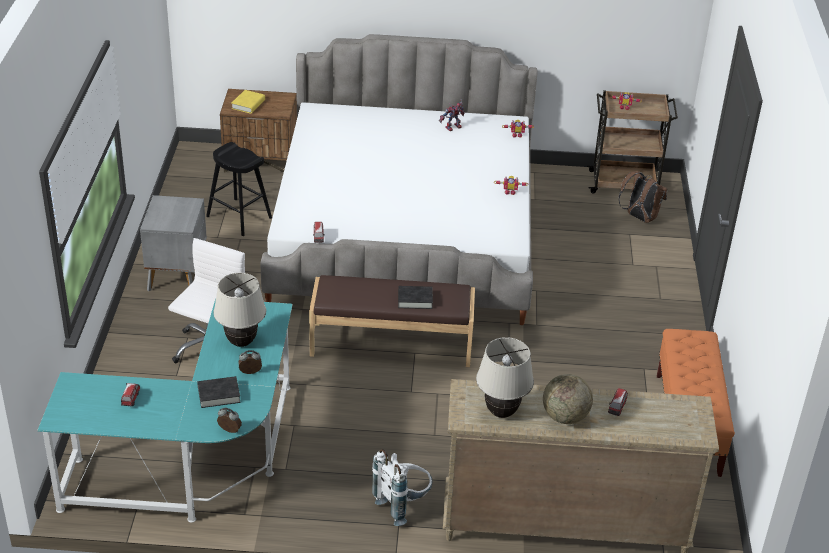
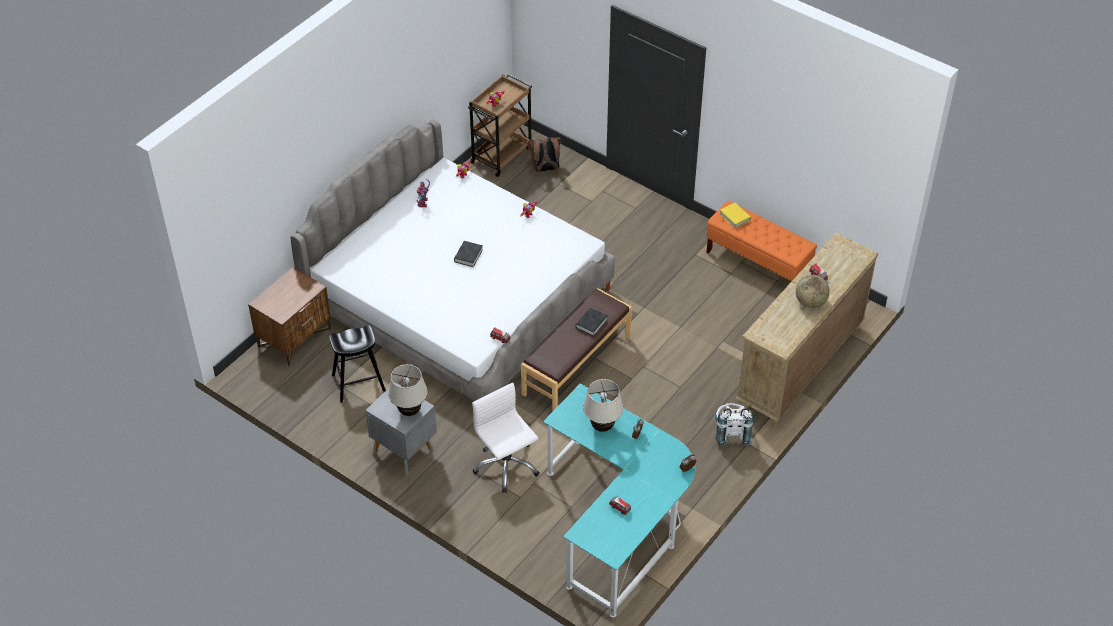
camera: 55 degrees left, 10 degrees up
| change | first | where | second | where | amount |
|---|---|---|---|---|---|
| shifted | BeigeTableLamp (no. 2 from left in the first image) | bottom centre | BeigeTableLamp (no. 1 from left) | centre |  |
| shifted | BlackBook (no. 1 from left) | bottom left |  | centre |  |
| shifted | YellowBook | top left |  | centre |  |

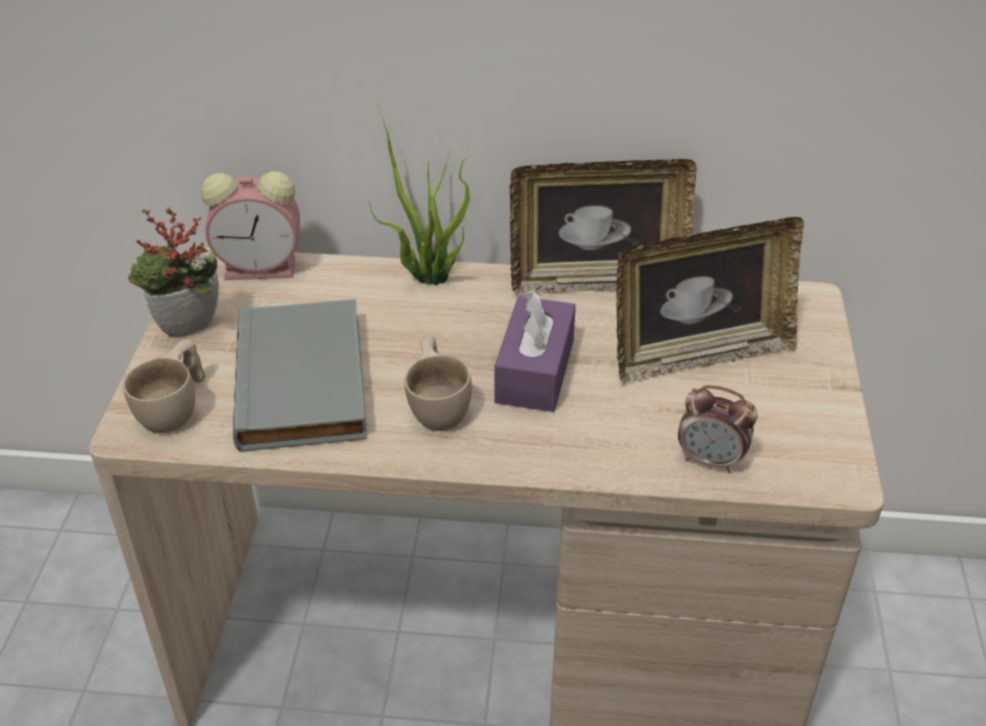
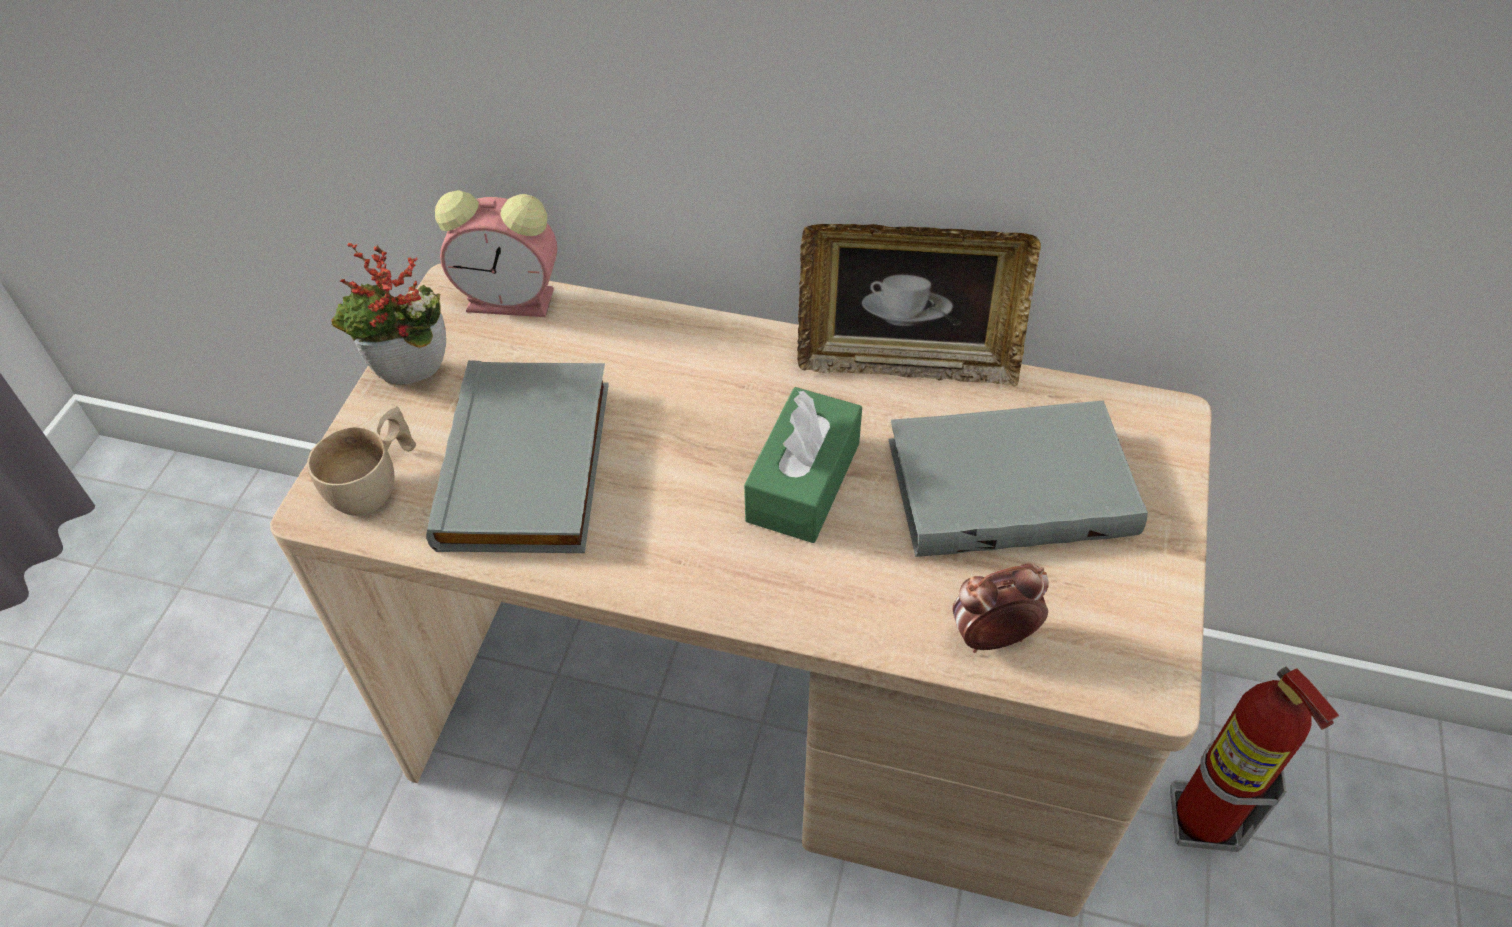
camera: 10 degrees right, 10 degrees up
| change | first | where | second | where | amount |
|---|---|---|---|---|---|
| repainted | PurpleTissueBox | centre | GreenTissueBox | centre |  |
| swapped | PictureFrame (no. 2 from left) | middle right | GreyBook (no. 2 from left) | middle right |  |
| rotated | AlarmClock (no. 2 from left) | middle right |  | centre | 135 degrees clockwise |
| new |  |  | FireExtinguisher | bottom right |  |
| gone | PottedPlant (no. 2 from left) | top centre |  |  |  |
| gone | BeigeCup (no. 2 from left) | centre |  |  |  |

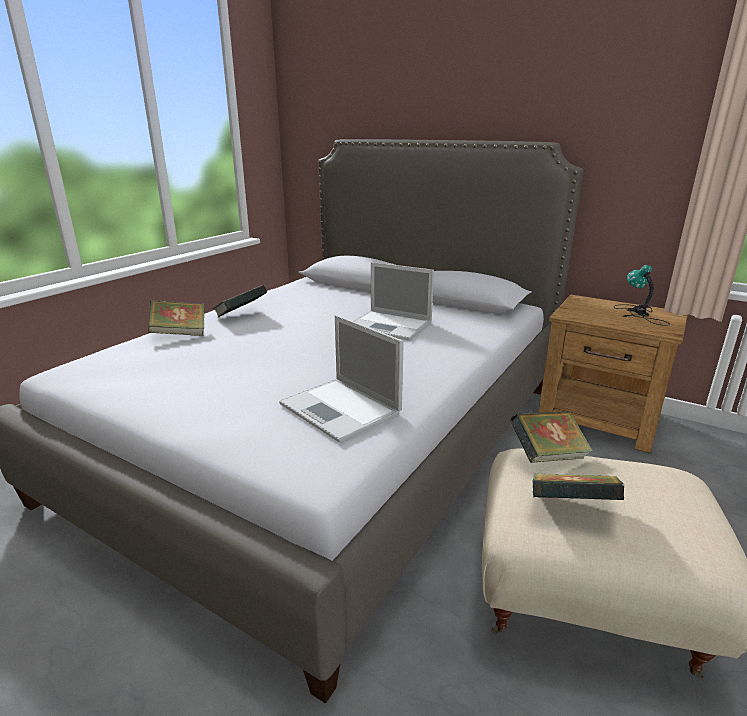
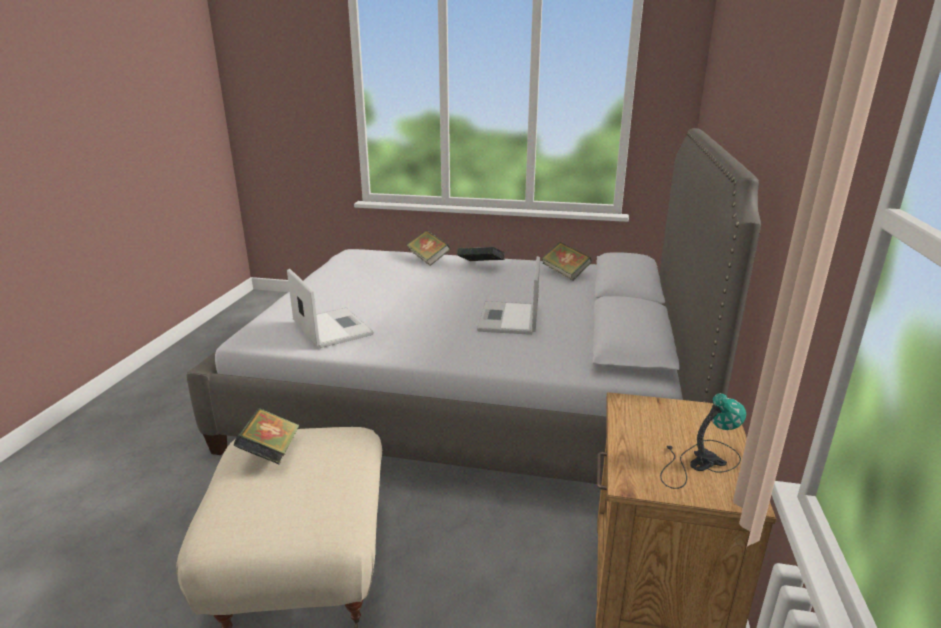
camera: 70 degrees right, 0 degrees up
| change | first | where | second | where | amount |
|---|---|---|---|---|---|
| rotated | Laptop (no. 1 from left) | centre |  | centre | 120 degrees clockwise |
| shifted | Book (no. 3 from left in the first image) | middle right | Book (no. 4 from left) | centre |  |

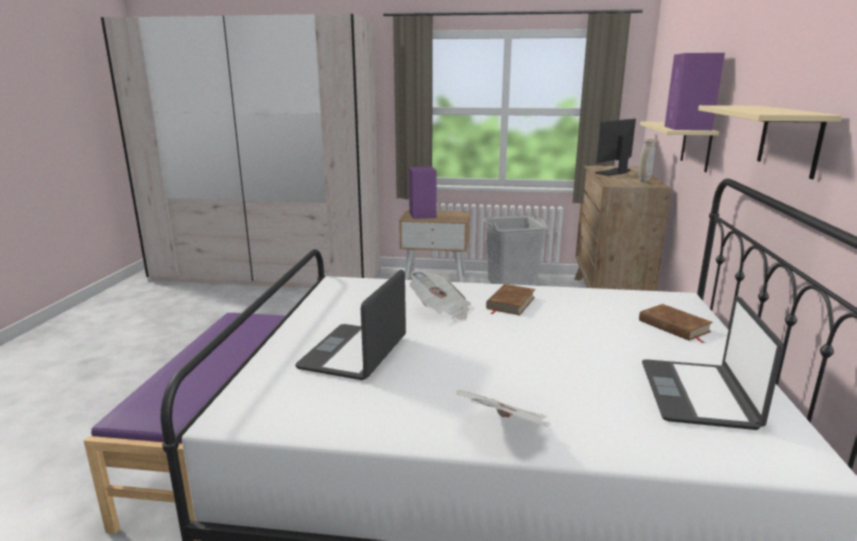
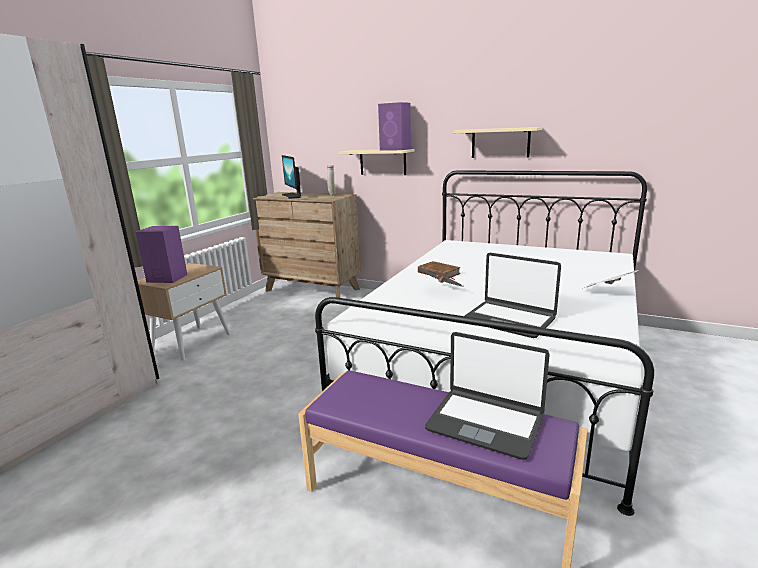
camera: 70 degrees left, 0 degrees up
| change | first | where | second | where | amount |
|---|---|---|---|---|---|
| shifted | Laptop (no. 2 from left in the first image) | bottom right | Laptop (no. 1 from left) | bottom centre |  |
| gone | GreyLaundryBasket | centre |  |  |  |
| gone | BrownBook (no. 2 from left) | middle right |  |  |  |

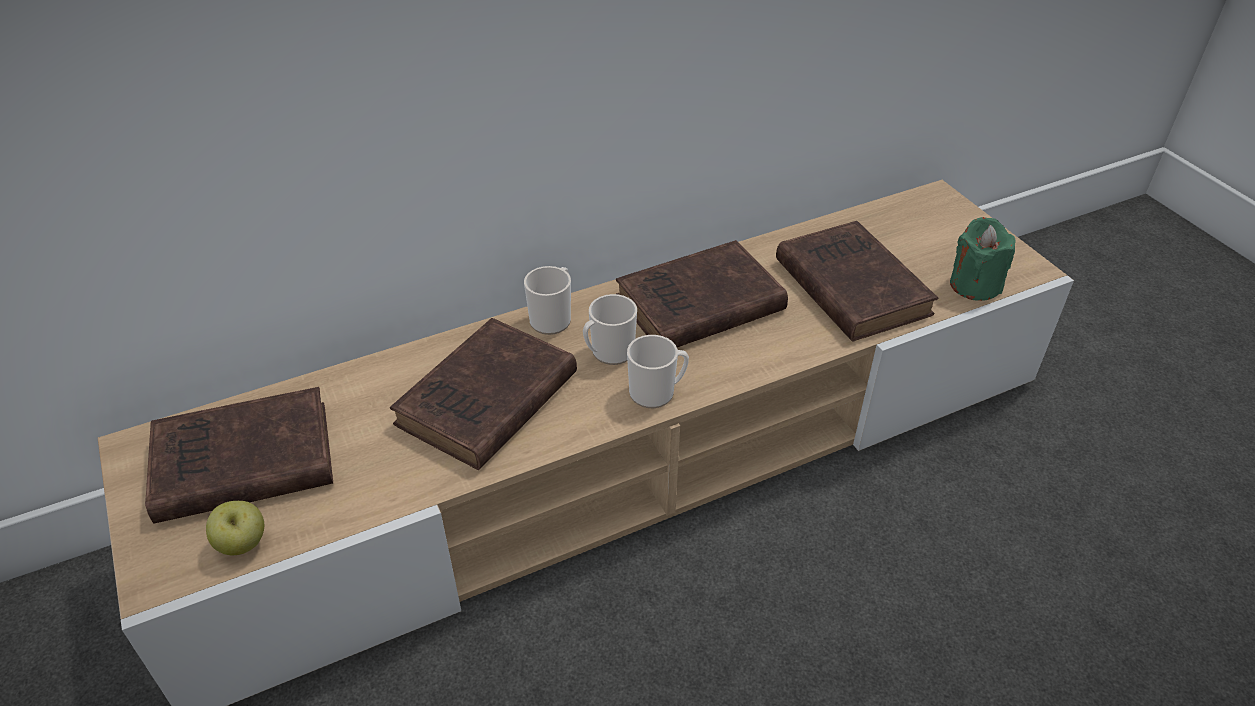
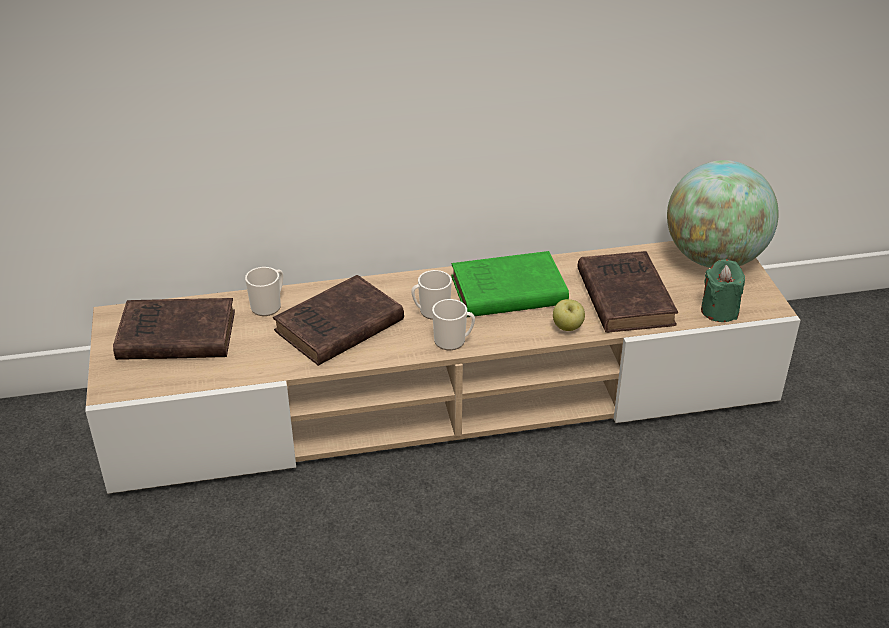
camera: 15 degrees right, 5 degrees down
| change | first | where | second | where | amount |
|---|---|---|---|---|---|
| shifted | Mug (no. 1 from left) | centre |  | middle left |  |
| repainted | BrownBook (no. 3 from left) | centre | GreenBook | centre |  |
| shifted | Apple | bottom left |  | centre |  |
| new |  |  | Globe | middle right |  |

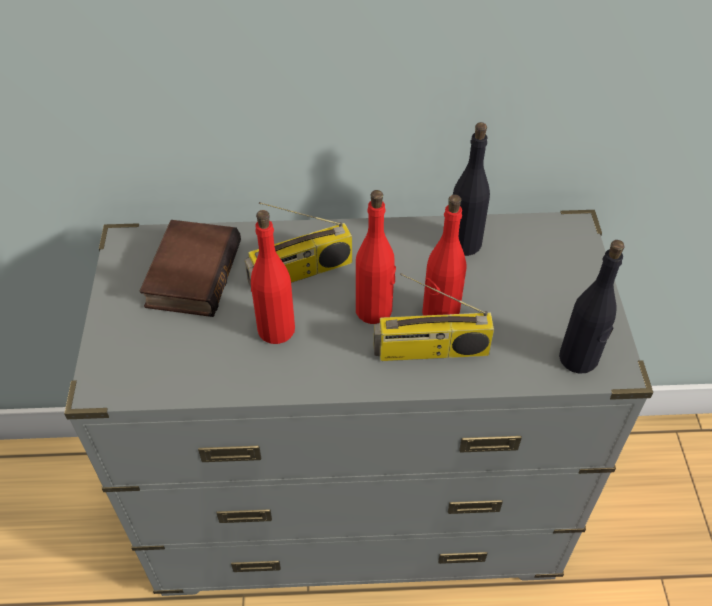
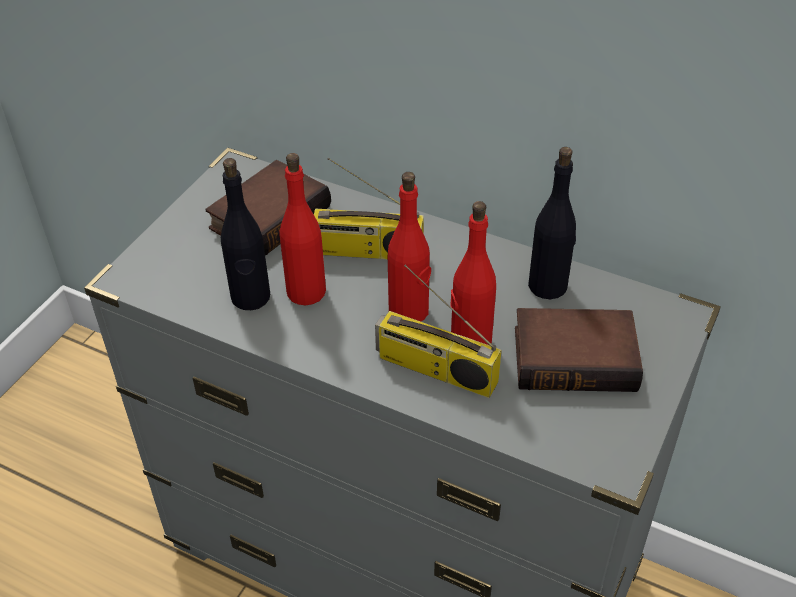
camera: 30 degrees right, 5 degrees down
| change | first | where | second | where | amount |
|---|---|---|---|---|---|
| shifted | BlackBottle (no. 2 from left in the first image) | middle right | BlackBottle (no. 1 from left) | middle left |  |
| new |  |  | Book (no. 2 from left) | middle right |  |

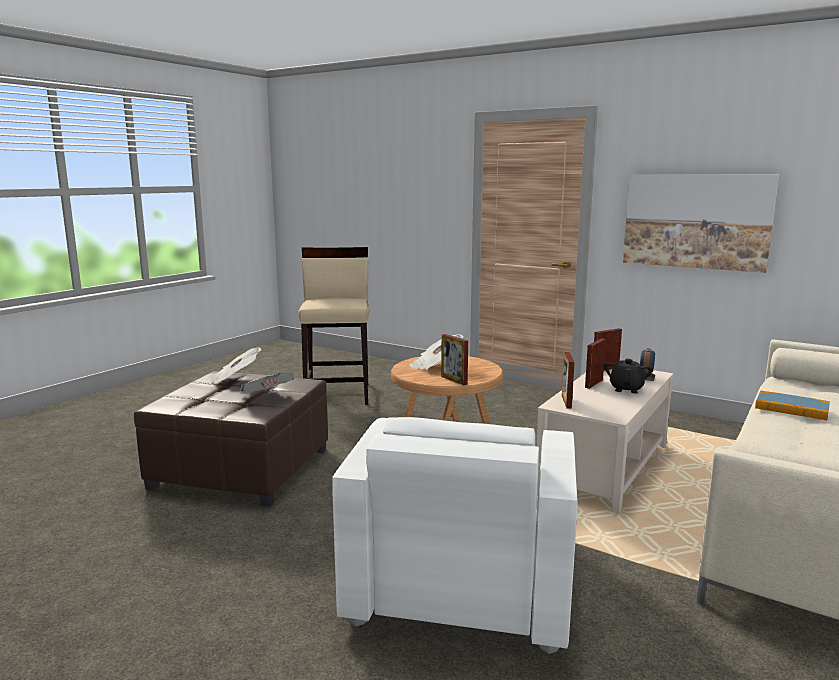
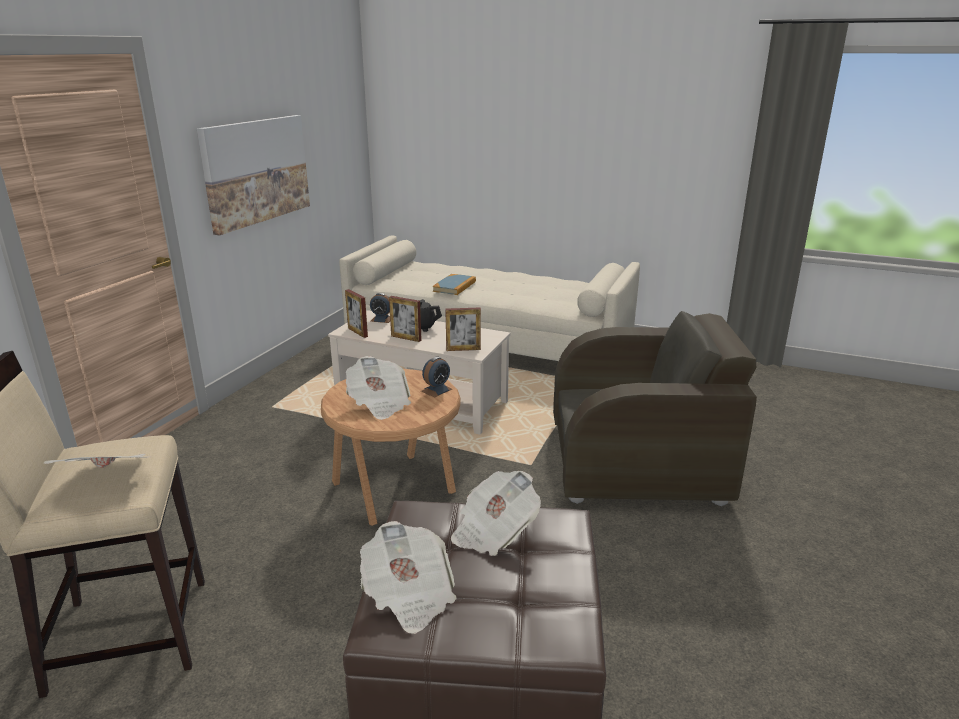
camera: 100 degrees left, 10 degrees up
| change | first | where | second | where | amount |
|---|---|---|---|---|---|
| new |  |  | Newspaper (no. 1 from left) | middle left |  |
| swapped | PictureFrame (no. 1 from left) | centre | AlarmClock (no. 2 from left) | centre |  |
| repainted | WhiteArmchair | bottom centre | BrownArmchair | middle right |  |

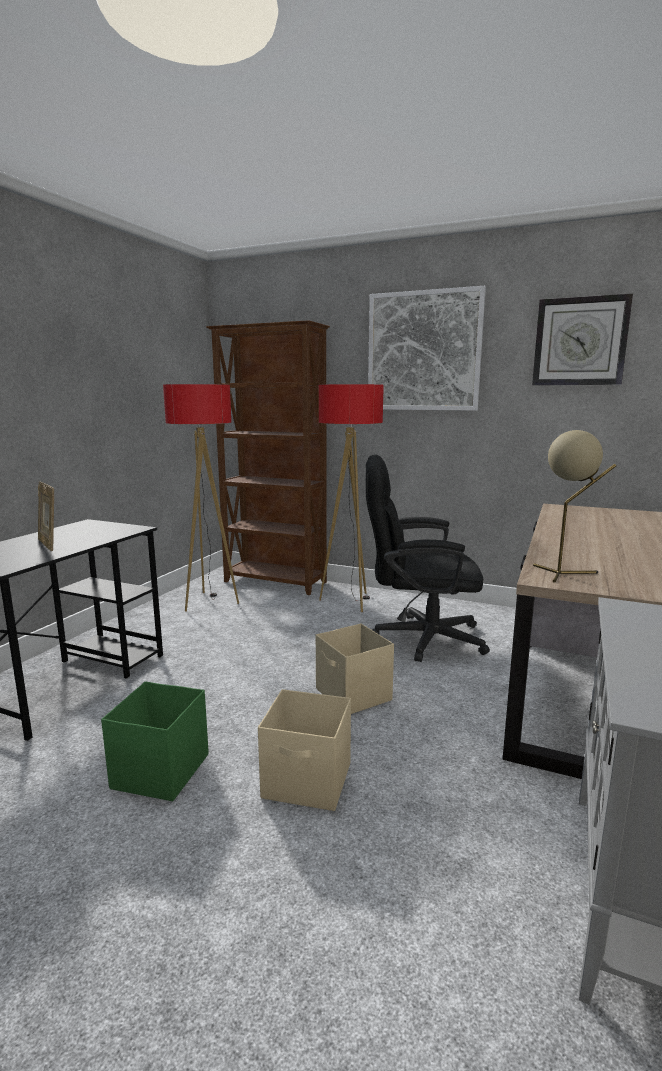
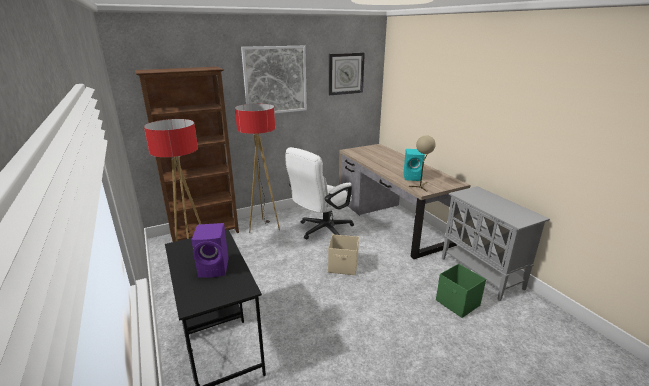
camera: 50 degrees left, 10 degrees up
| change | first | where | second | where | amount |
|---|---|---|---|---|---|
| swapped | PictureFrame | middle left | PurpleSpeaker | middle left |  |
| repainted | BlackOfficeChair | centre | WhiteOfficeChair | centre |  |
| new |  |  | TurquoiseSpeaker | centre |  |
| shifted | GreenStorageBox | bottom left |  | bottom right |  |
| gone | BeigeStorageBox (no. 1 from left) | bottom centre |  |  |  |

